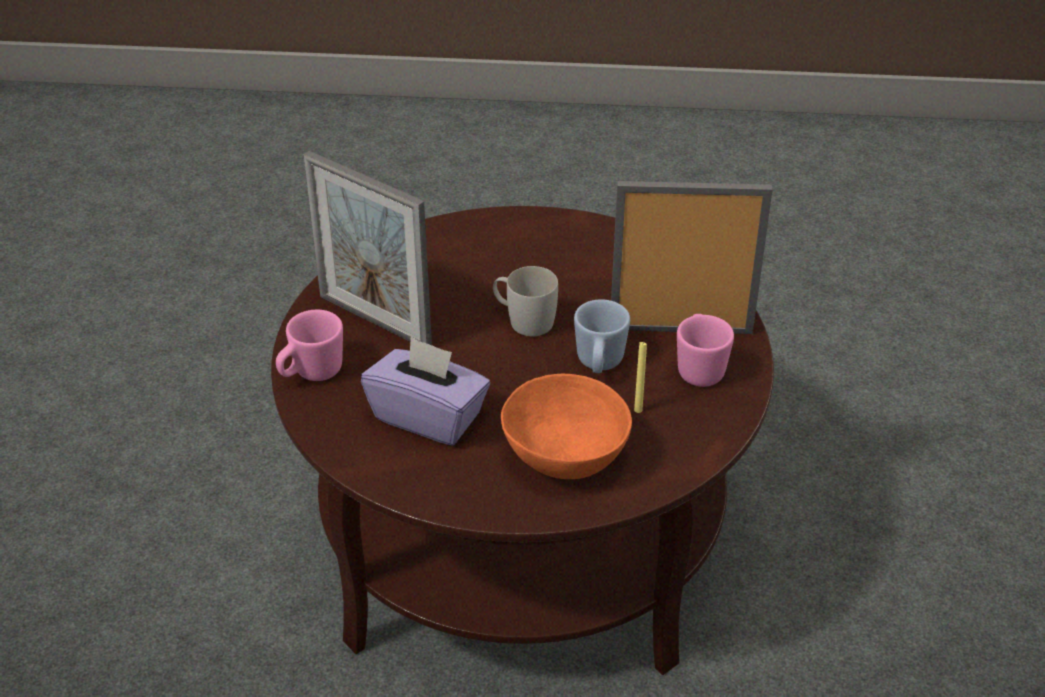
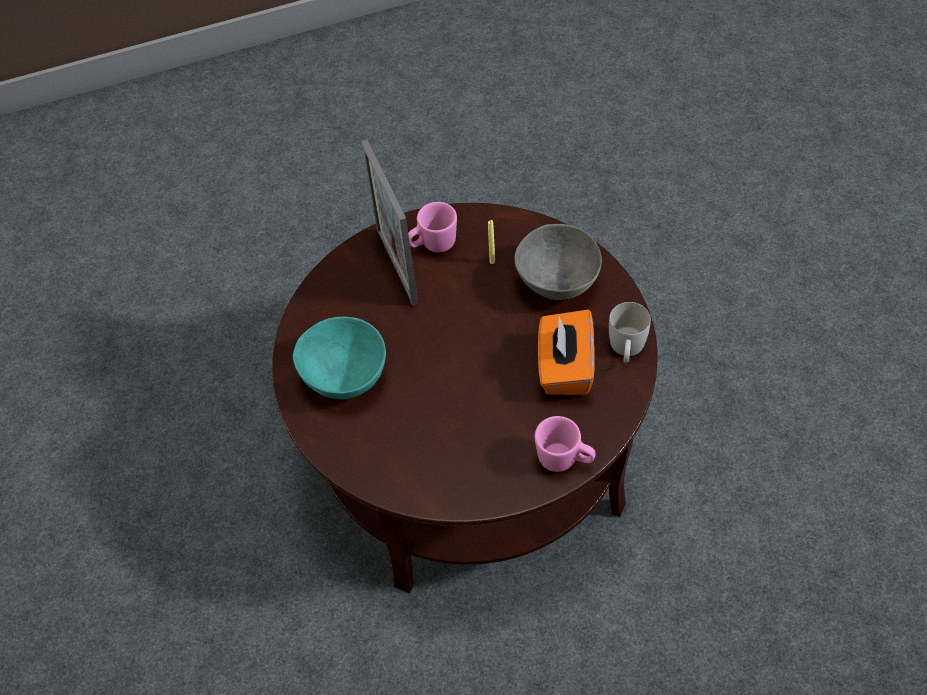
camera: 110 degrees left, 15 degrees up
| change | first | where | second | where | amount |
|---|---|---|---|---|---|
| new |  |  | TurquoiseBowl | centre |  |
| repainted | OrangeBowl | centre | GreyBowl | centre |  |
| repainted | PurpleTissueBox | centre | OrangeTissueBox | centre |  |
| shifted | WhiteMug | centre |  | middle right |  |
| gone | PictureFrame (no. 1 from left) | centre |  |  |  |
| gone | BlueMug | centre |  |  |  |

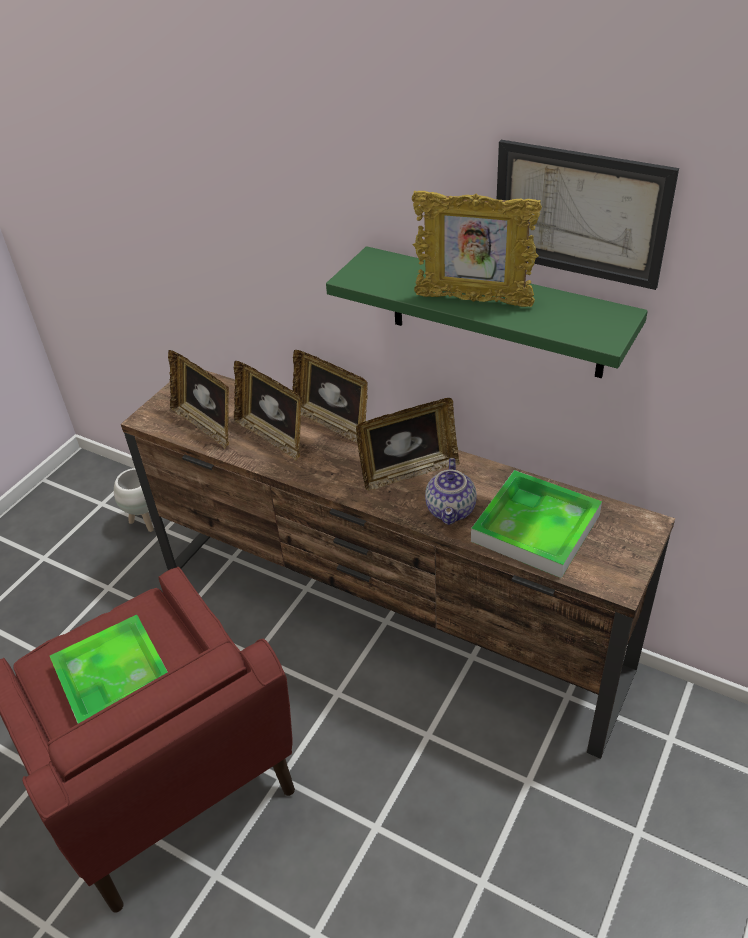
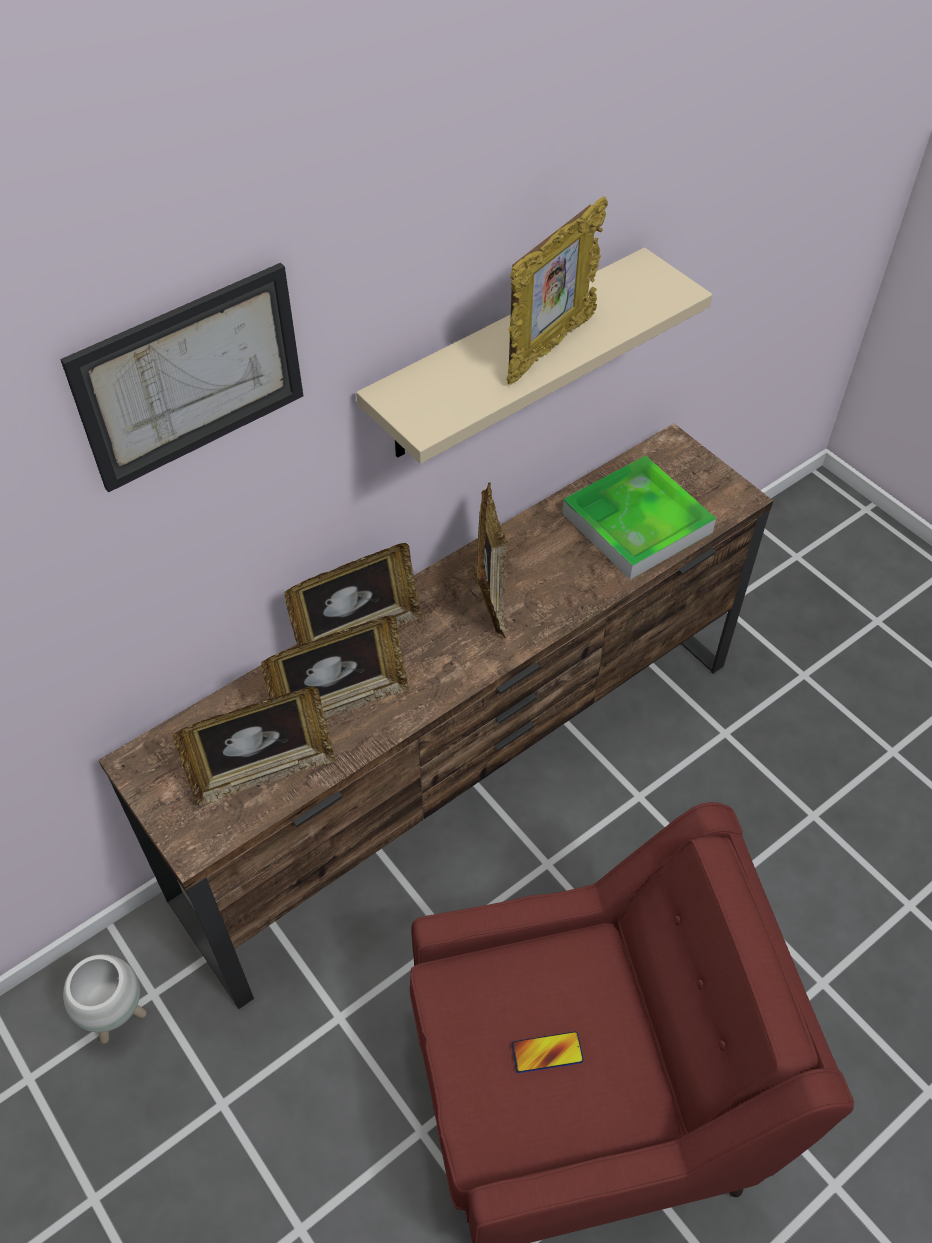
camera: 70 degrees left, 10 degrees up
| change | first | where | second | where | amount |
|---|---|---|---|---|---|
| shifted | Picture | top right |  | top left |  |
| repainted | GreenShelf | top centre | BeigeShelf | top centre |  |
| swapped | Tray (no. 1 from left) | bottom left | Phone | bottom centre |  |
| gone | Teapot | centre |  |  |  |

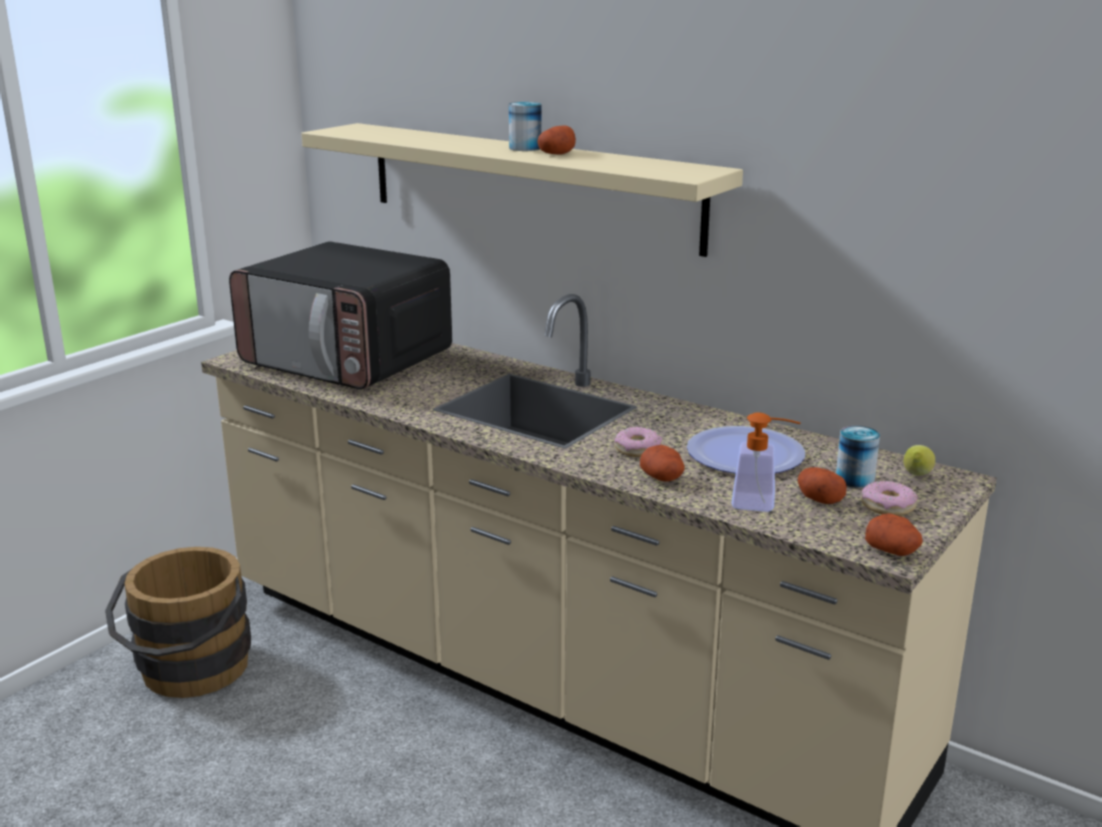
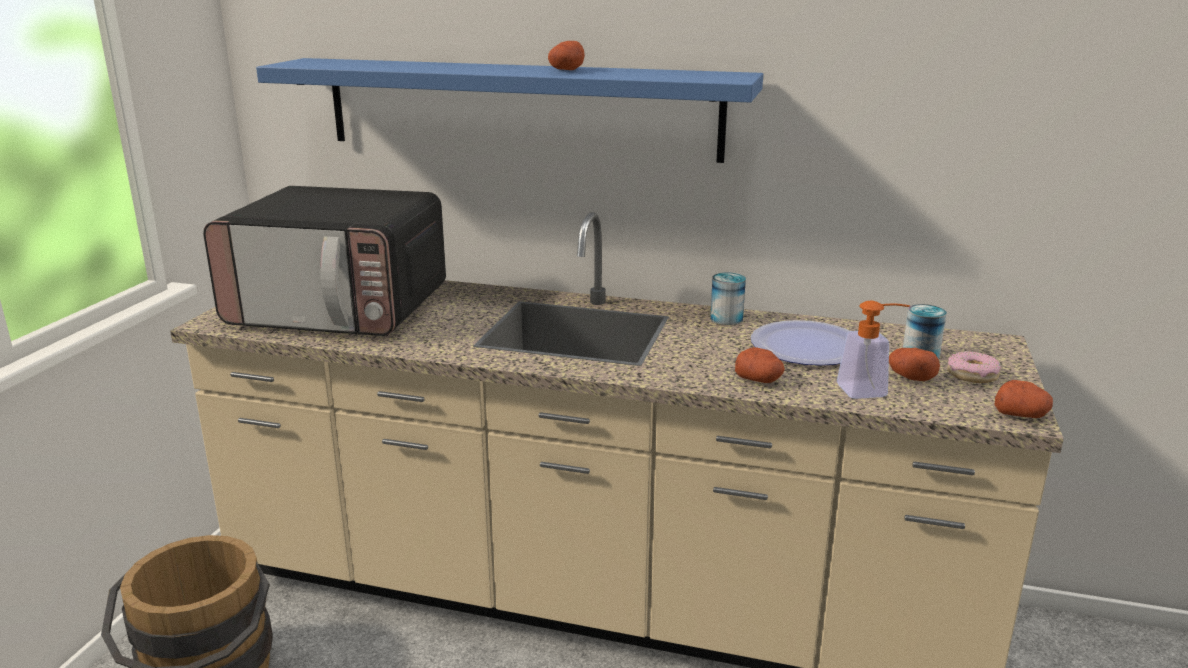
camera: 20 degrees left, 0 degrees up
| change | first | where | second | where | amount |
|---|---|---|---|---|---|
| repainted | BeigeShelf | top centre | BlueShelf | top centre |  |
| shifted | Can (no. 1 from left) | top centre |  | centre |  |
| gone | Donut (no. 1 from left) | centre |  |  |  |
| gone | Lemon | middle right |  |  |  |

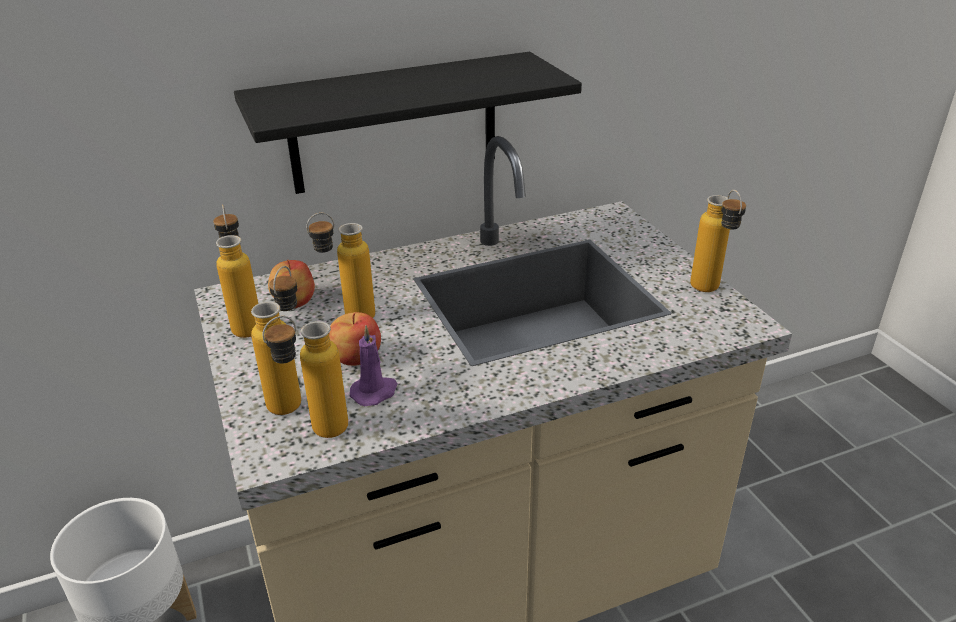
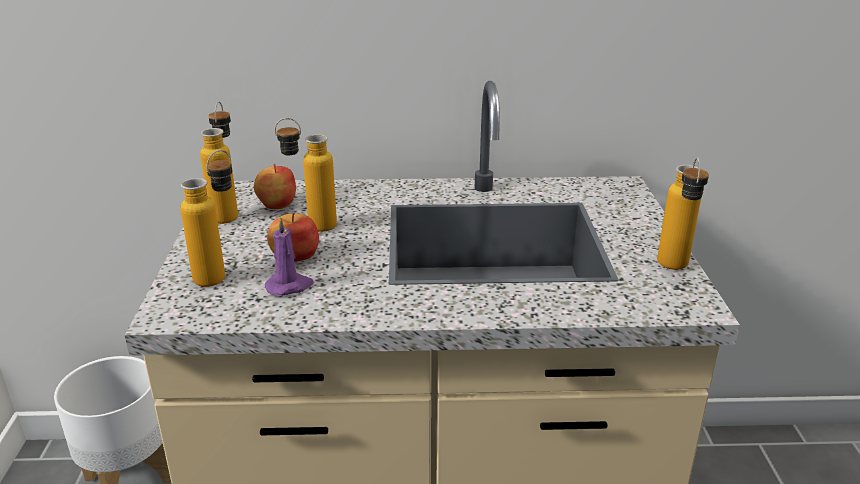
camera: 20 degrees right, 5 degrees down
| change | first | where | second | where | amount |
|---|---|---|---|---|---|
| gone | BlackShelf | top centre |  |  |  |
| gone | Bottle (no. 3 from left) | middle left |  |  |  |

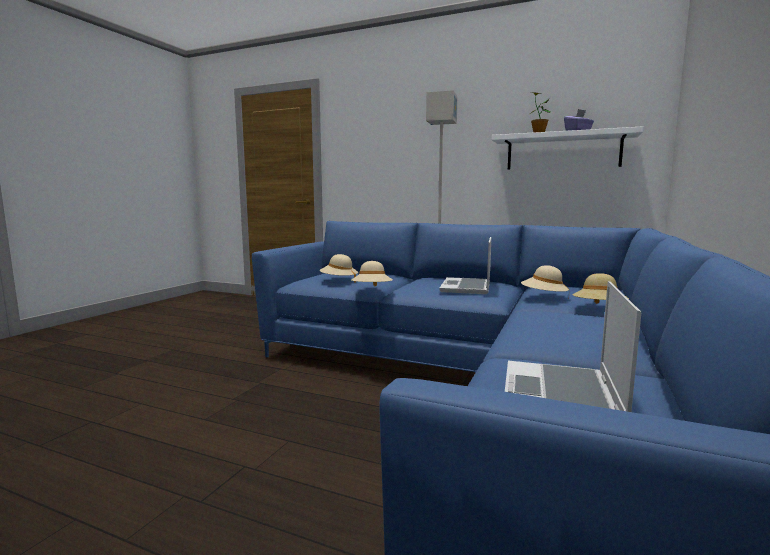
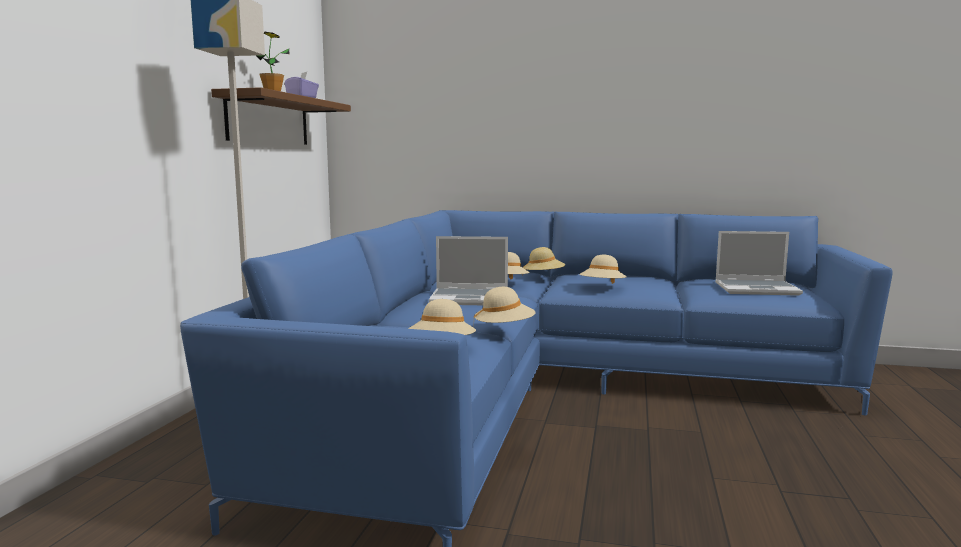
camera: 100 degrees left, 0 degrees up
| change | first | where | second | where | amount |
|---|---|---|---|---|---|
| repainted | WhiteShelf | top right | BrownShelf | top left |  |
| new |  |  | BeigeHat (no. 5 from left) | centre |  |

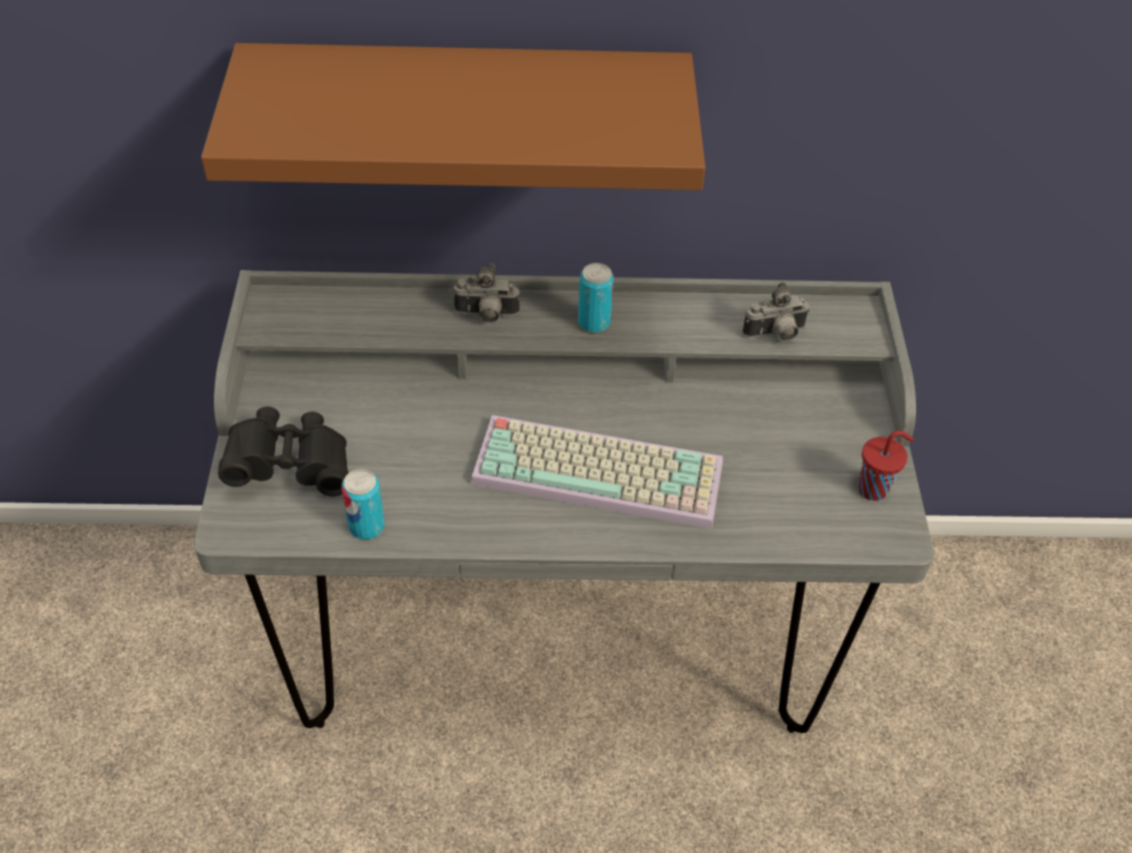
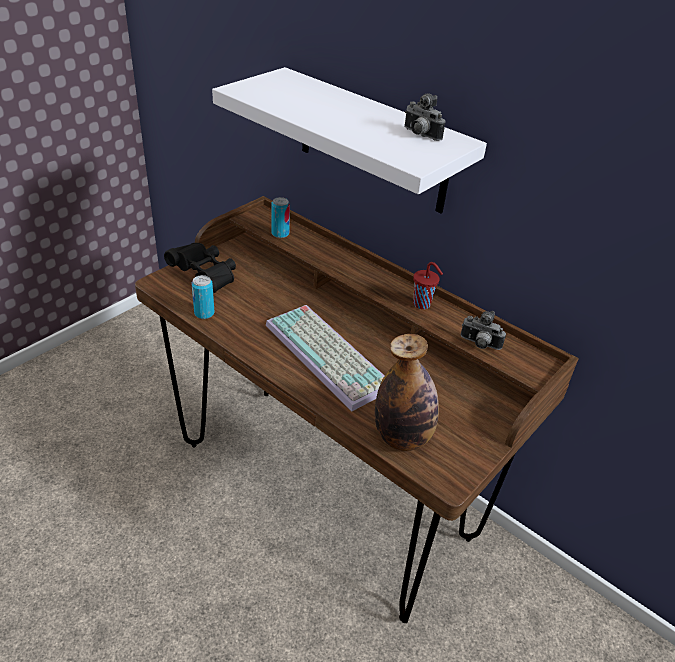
camera: 40 degrees right, 10 degrees down
| change | first | where | second | where | amount |
|---|---|---|---|---|---|
| repainted | GreyDesk | centre | BrownDesk | centre |  |
| repainted | BrownShelf | top centre | WhiteShelf | top centre |  |
| shifted | Can (no. 2 from left) | centre |  | top centre |  |
| new |  |  | Bottle | centre |  |
| shifted | PhotoCamera (no. 1 from left) | centre |  | top centre |  |
| shifted | RedCup | middle right |  | centre |  |

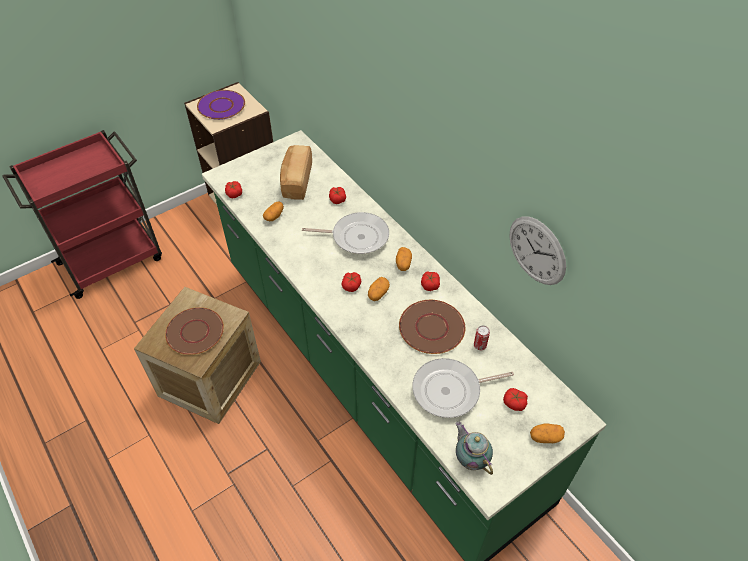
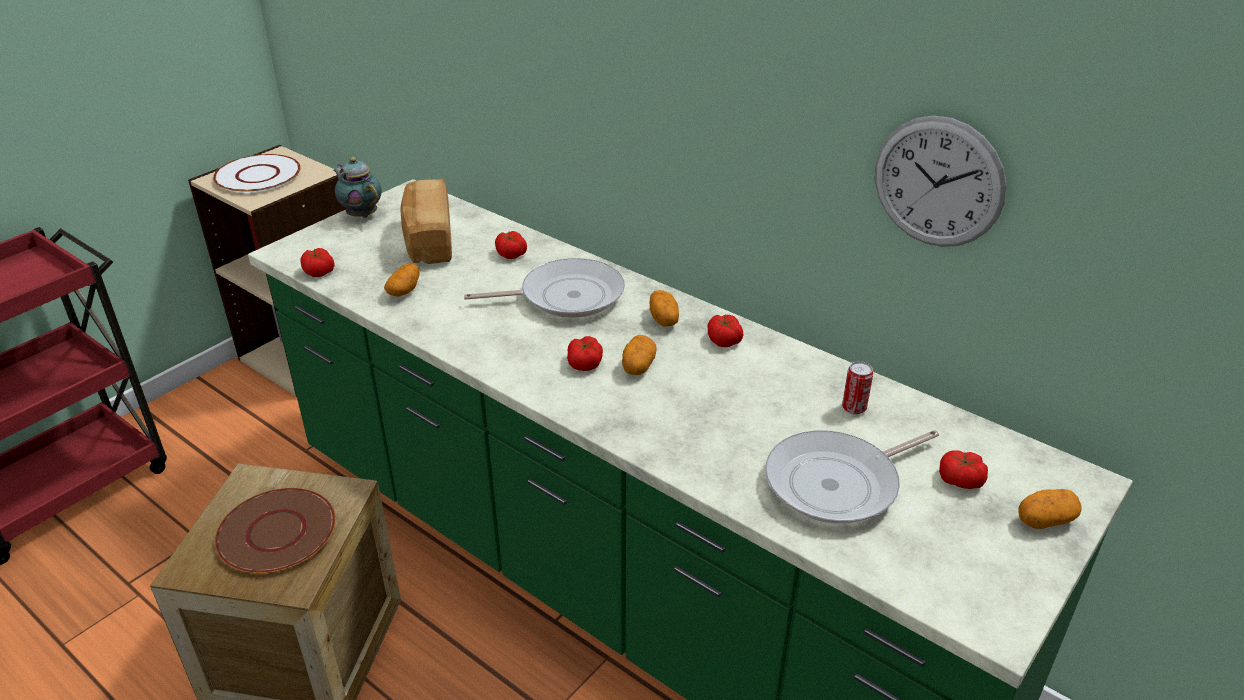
camera: 15 degrees left, 15 degrees down
| change | first | where | second | where | amount |
|---|---|---|---|---|---|
| repainted | PurplePlate | top left | WhitePlate | top left |  |
| shifted | Teapot | bottom centre |  | top left |  |
| gone | BrownPlate (no. 2 from left) | centre |  |  |  |

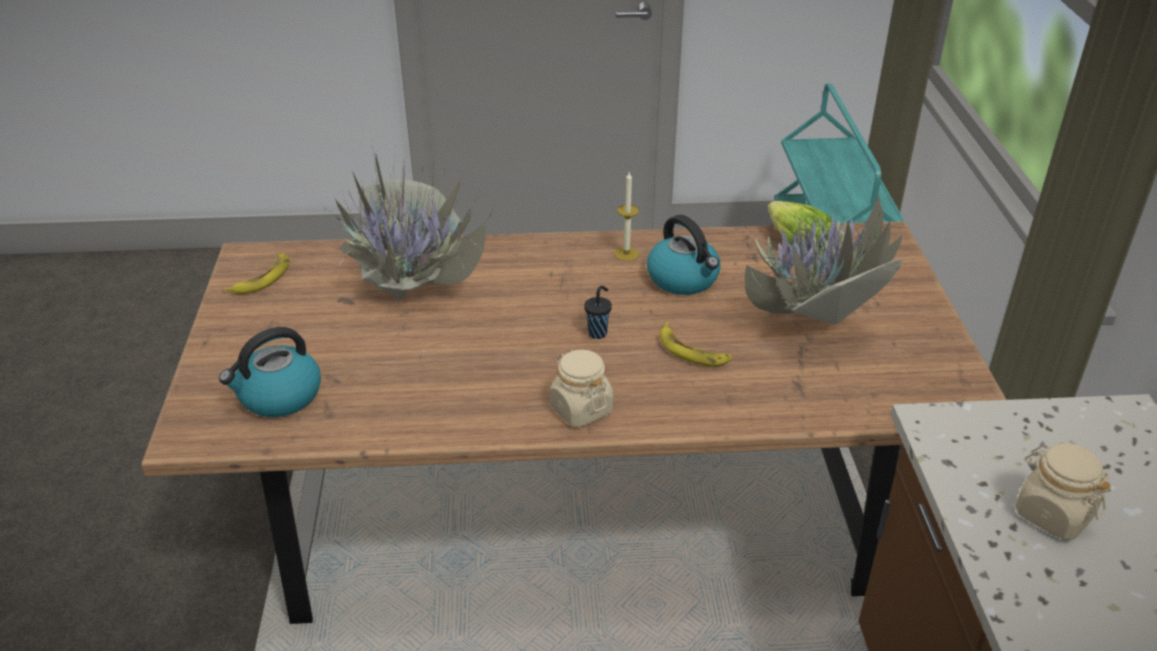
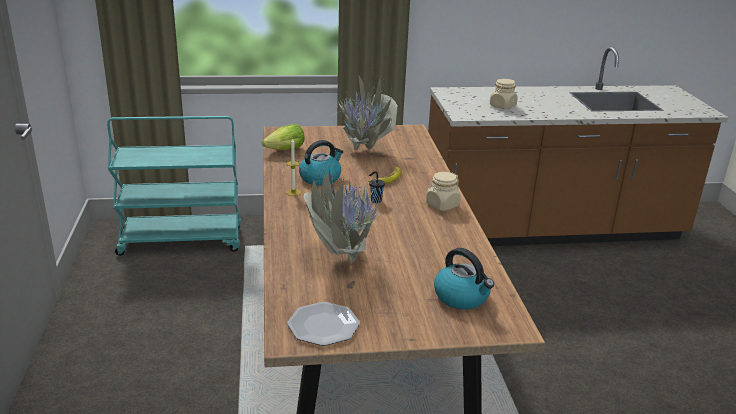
camera: 95 degrees left, 10 degrees down
| change | first | where | second | where | amount |
|---|---|---|---|---|---|
| swapped | Banana (no. 1 from left) | middle left | Plate | bottom centre |  |

